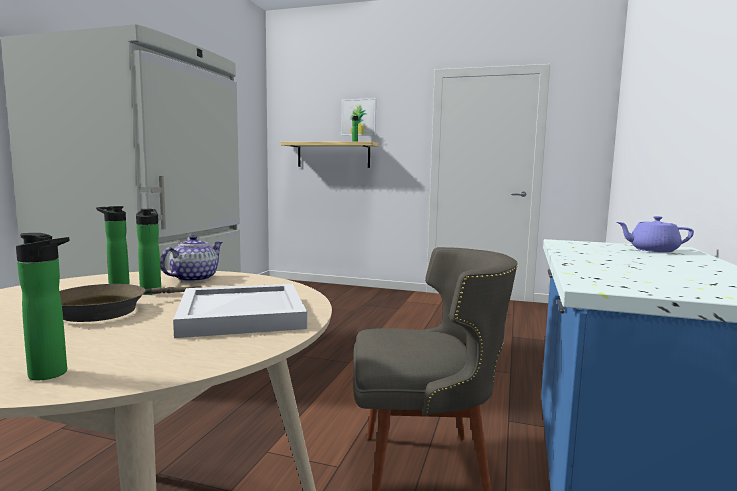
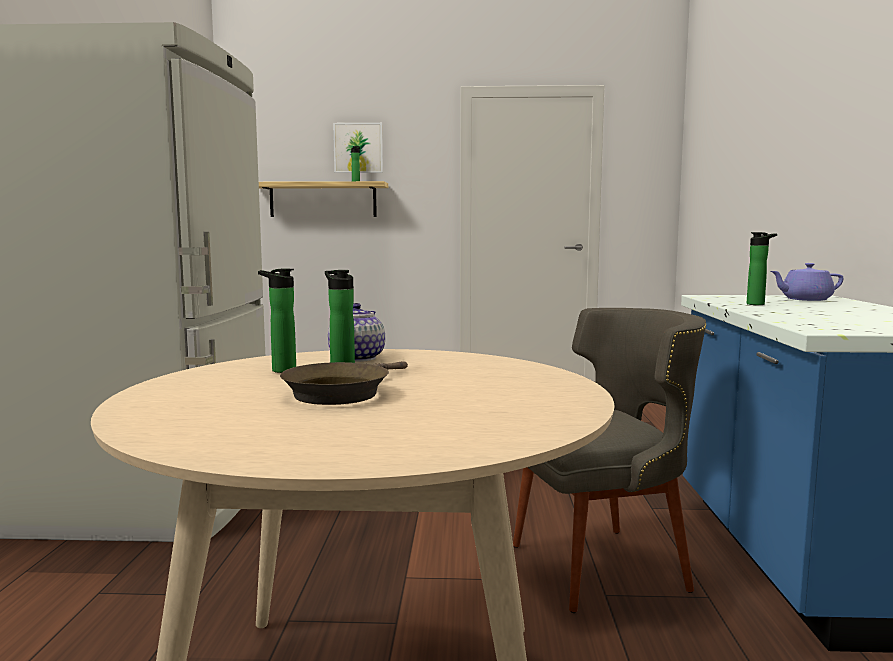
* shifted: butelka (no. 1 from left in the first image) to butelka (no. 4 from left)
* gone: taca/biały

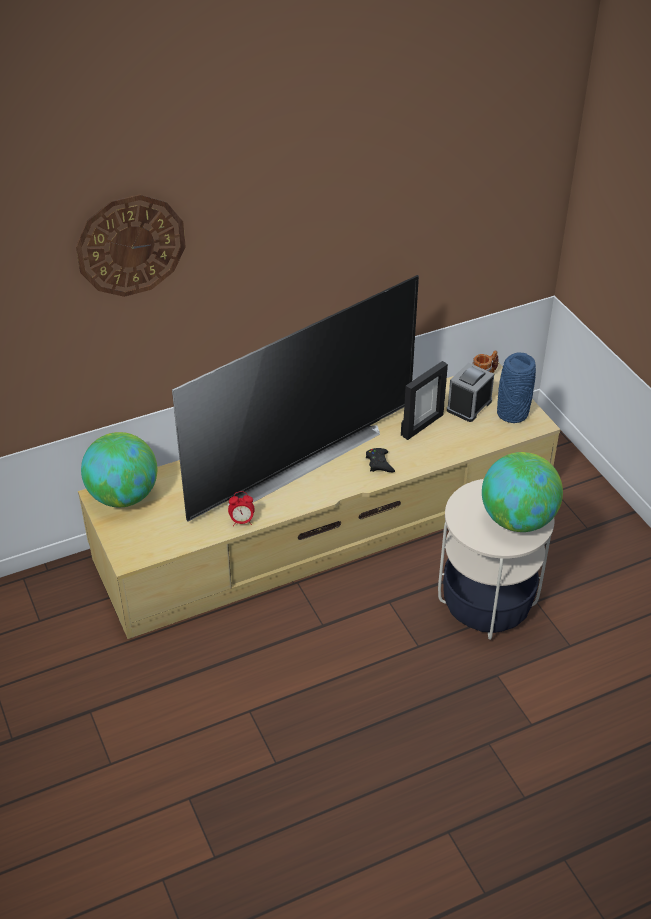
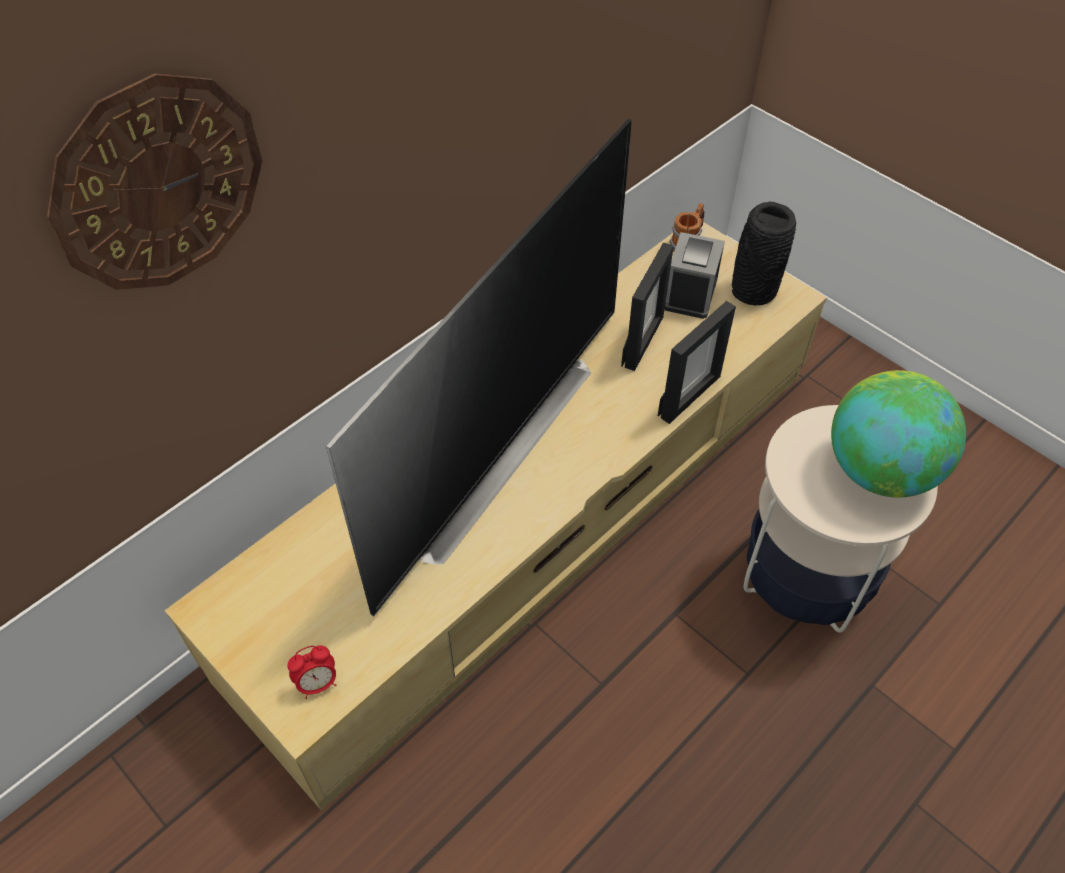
* repainted: wazon/niebieski to wazon/czarny
* gone: globus (no. 1 from left)
* gone: pad do gier/czarny
* shifted: budzik (no. 1 from left)
* new: ramka na zdjęcie (no. 2 from left)

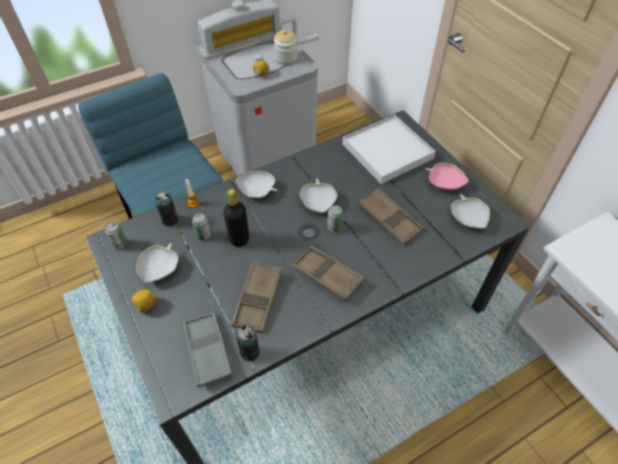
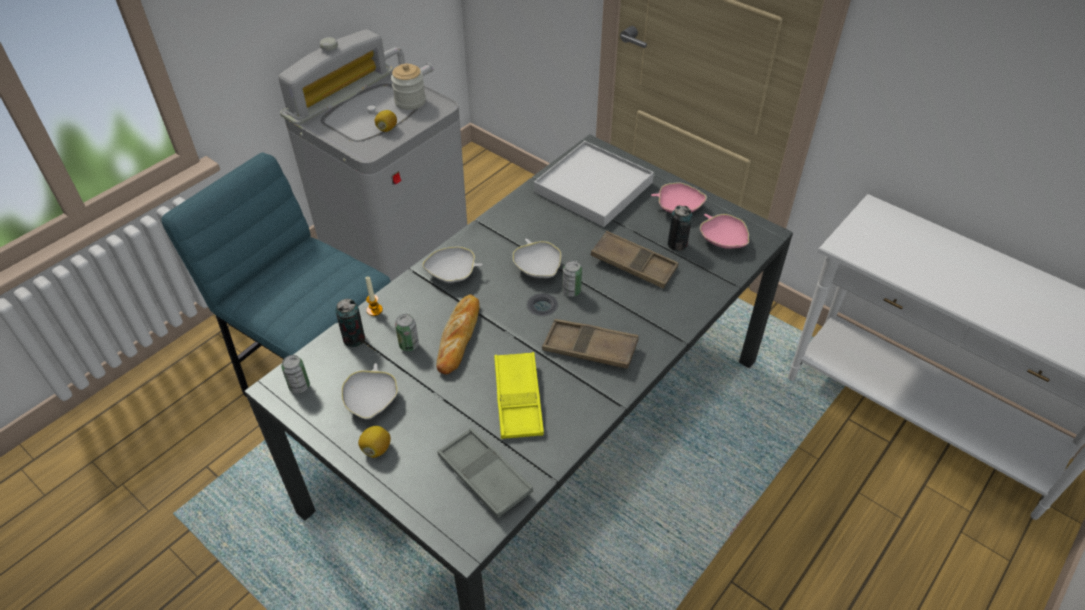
* swapped: butelka/czarny to chleb
* repainted: miska/biały (no. 4 from left) to miska/różowy (no. 2 from left)
* repainted: taca/brązowy (no. 1 from left) to taca/żółty
* shifted: puszka (no. 4 from left in the first image) to puszka (no. 5 from left)

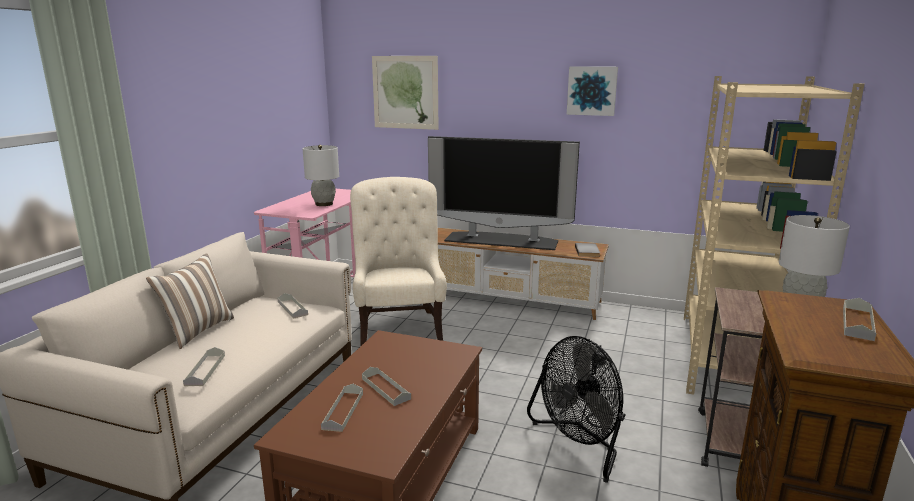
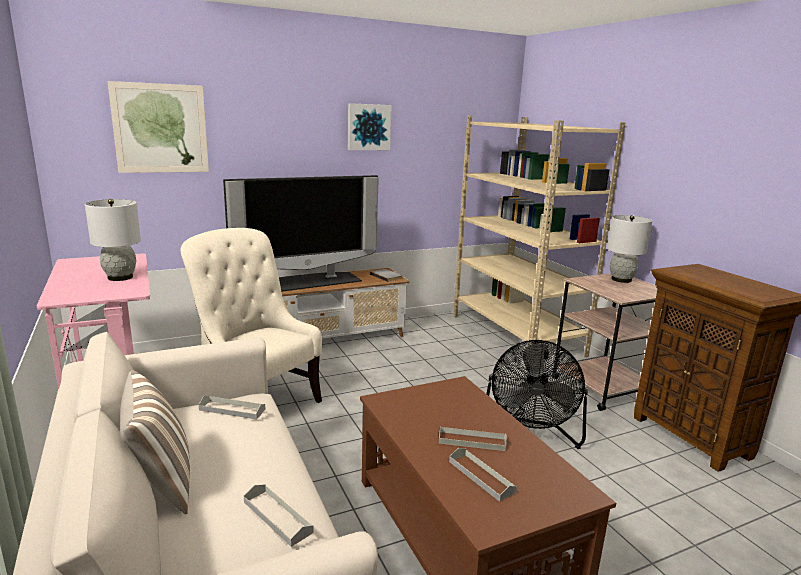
* gone: taca/szary (no. 5 from left)

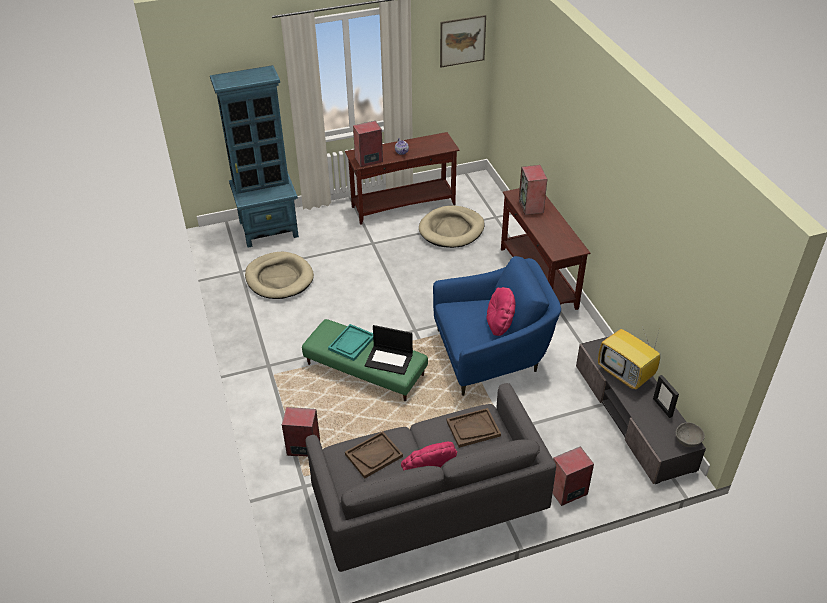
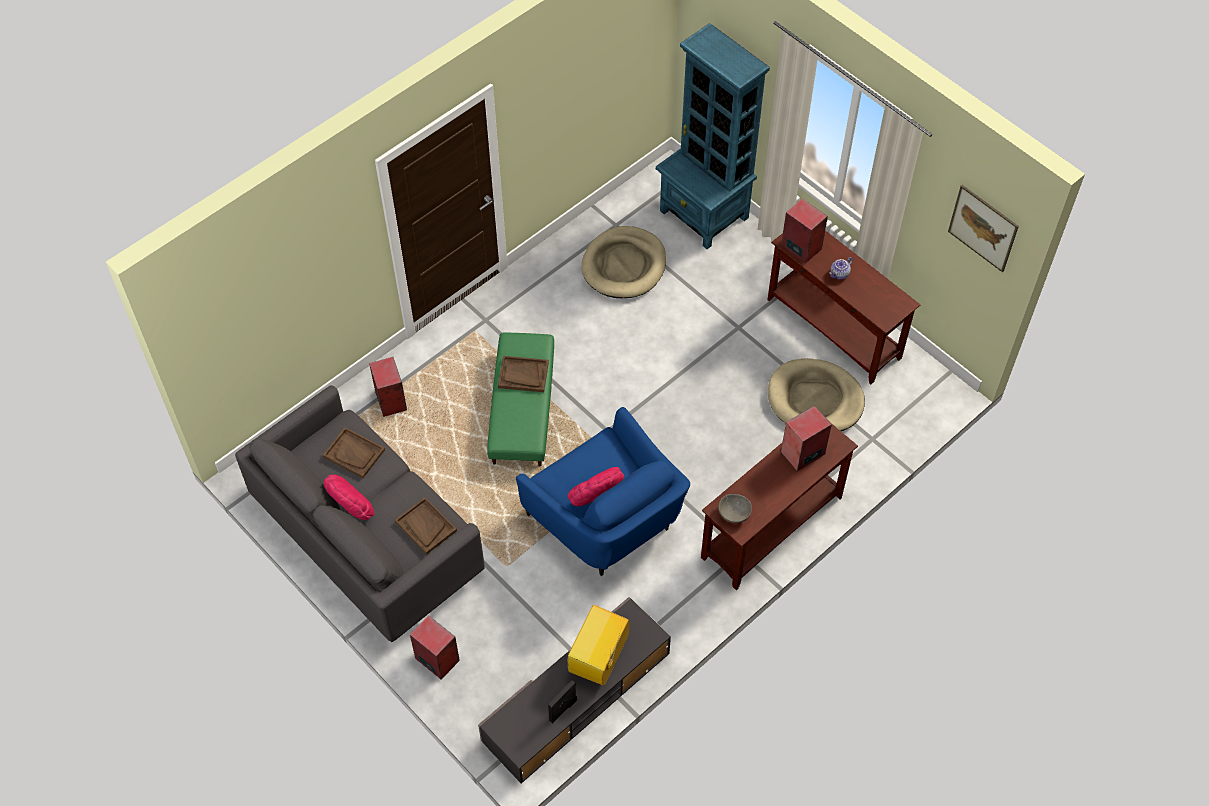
* repainted: taca/turkusowy to taca/brązowy (no. 3 from left)
* gone: laptop
* shifted: miska/szary

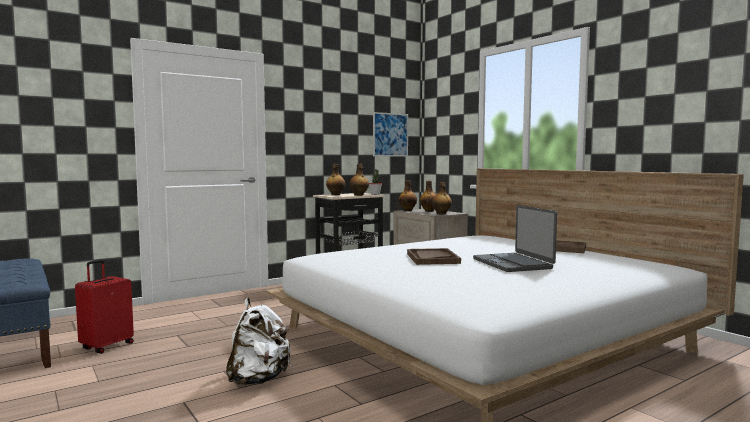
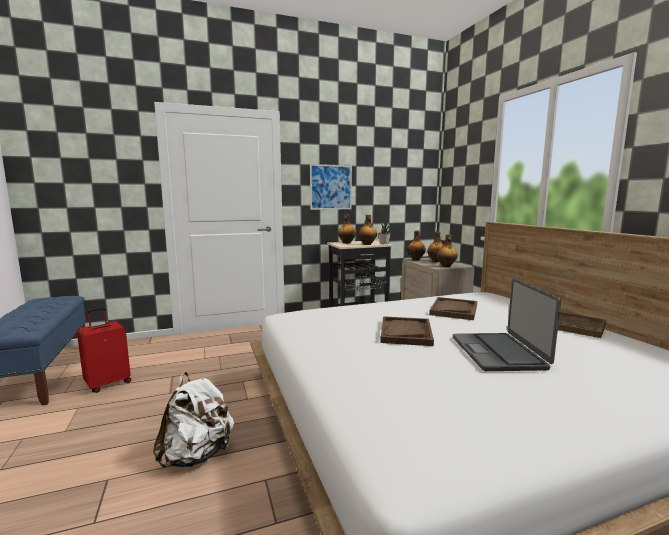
* shifted: obraz
* new: taca/brązowy (no. 2 from left)

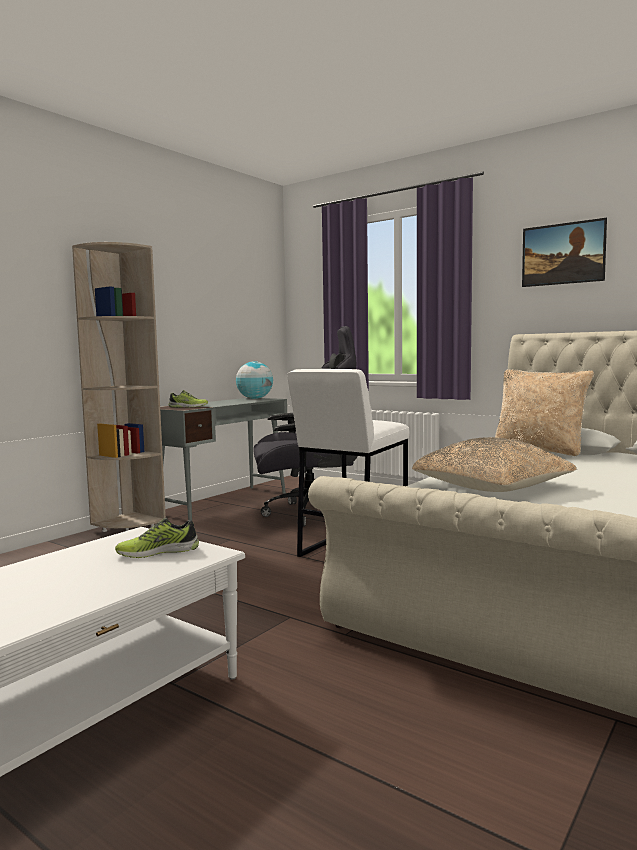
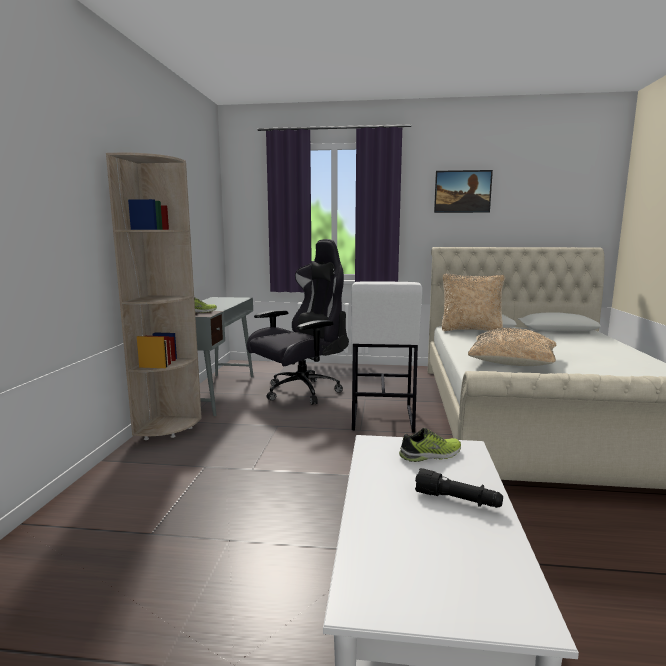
* gone: globus
* rotated: but (no. 1 from left in the first image) 150 degrees counterclockwise
* new: latarka/czarny

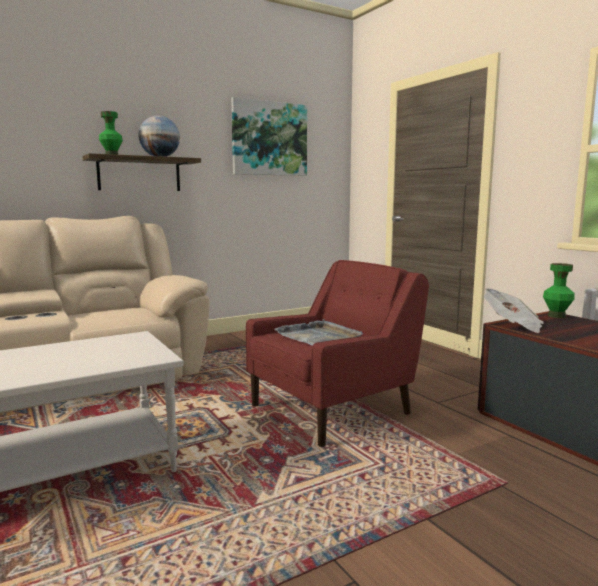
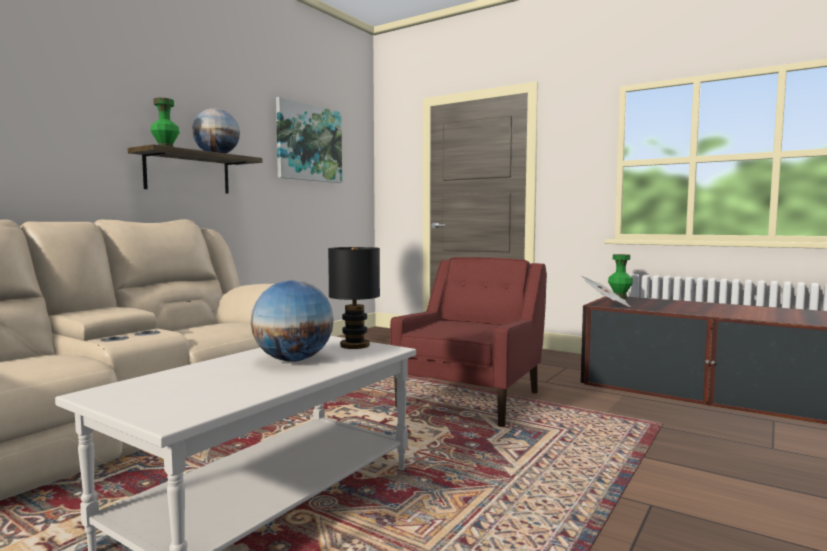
* gone: taca/szary
* new: lampa stołowa/czarny
* new: globus (no. 2 from left)

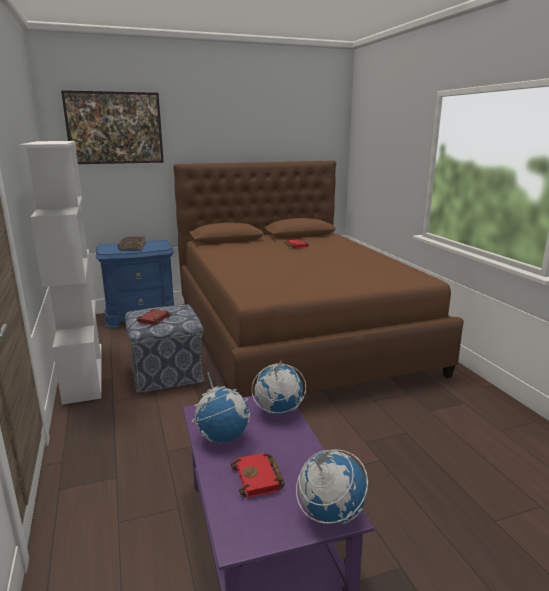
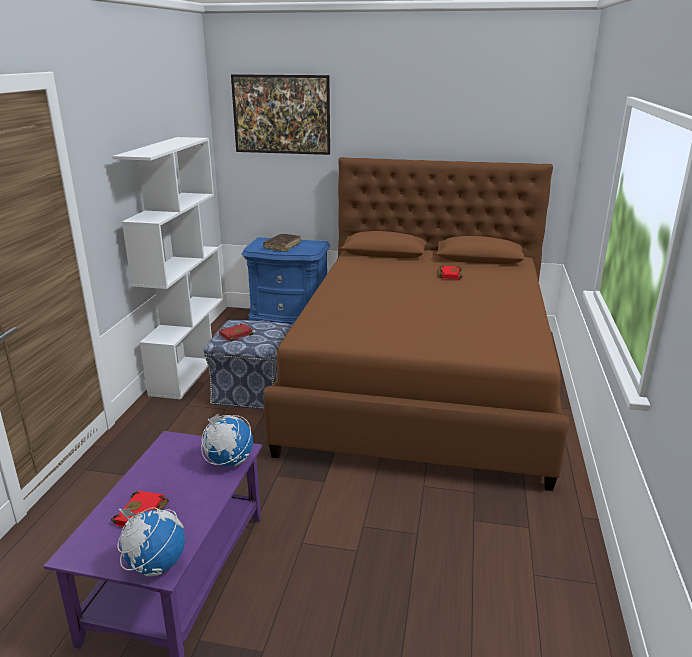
* gone: globus (no. 1 from left)

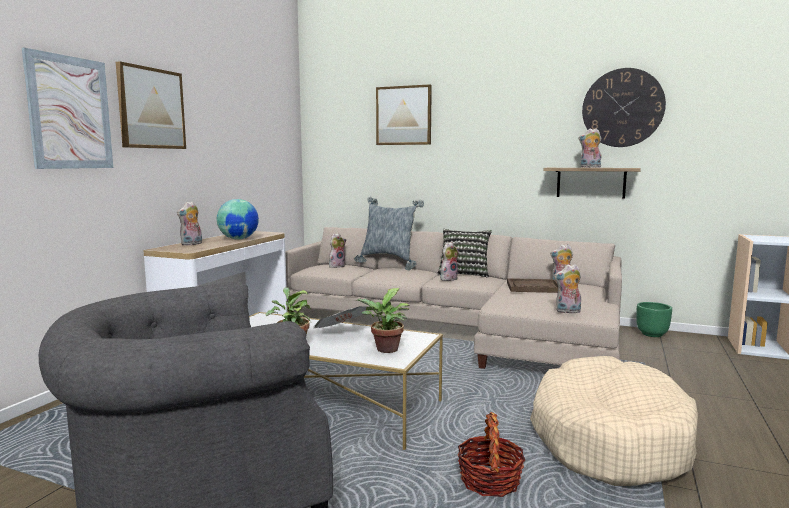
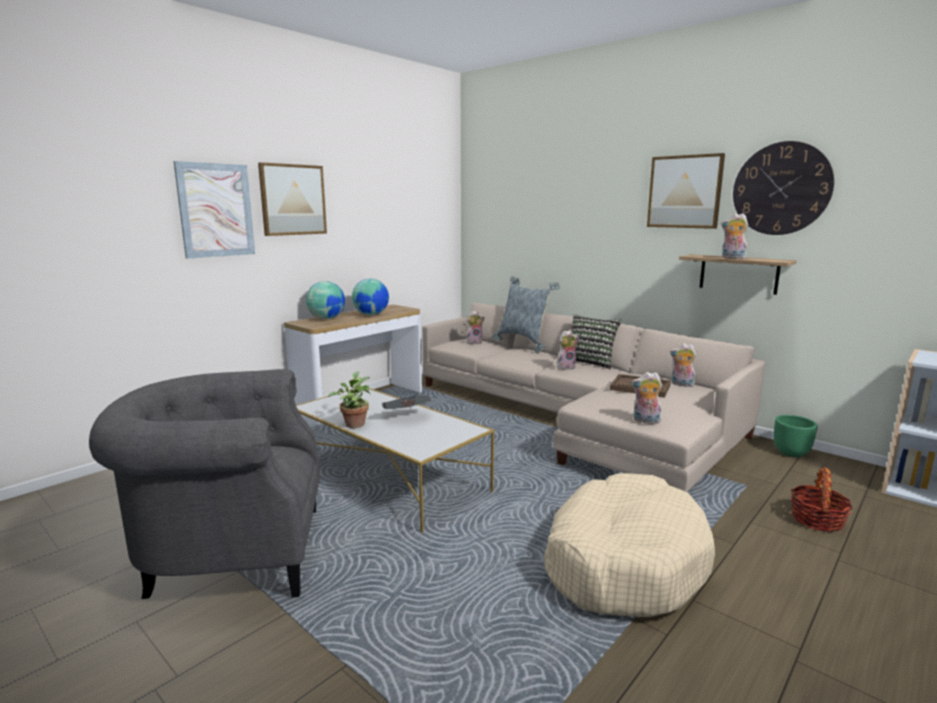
* shifted: obraz (no. 3 from left)
* swapped: pluszak (no. 1 from left) to globus (no. 1 from left)
* gone: roślina doniczkowa (no. 2 from left)
* shifted: koszyk

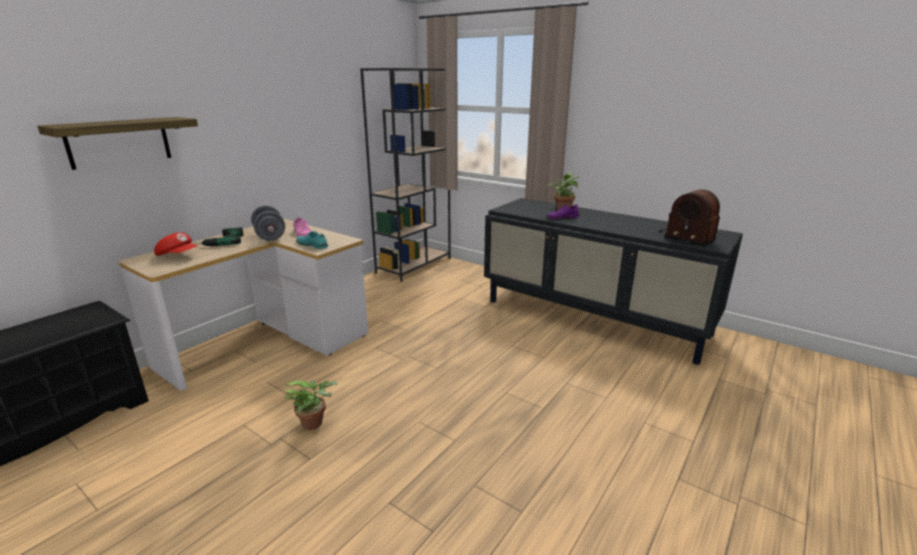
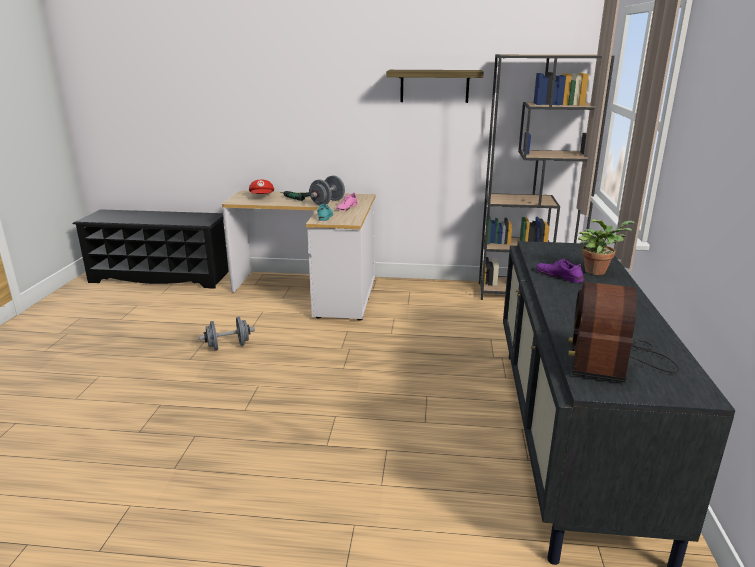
* shifted: półka
* swapped: roślina doniczkowa (no. 1 from left) to hantel/szary (no. 1 from left)

